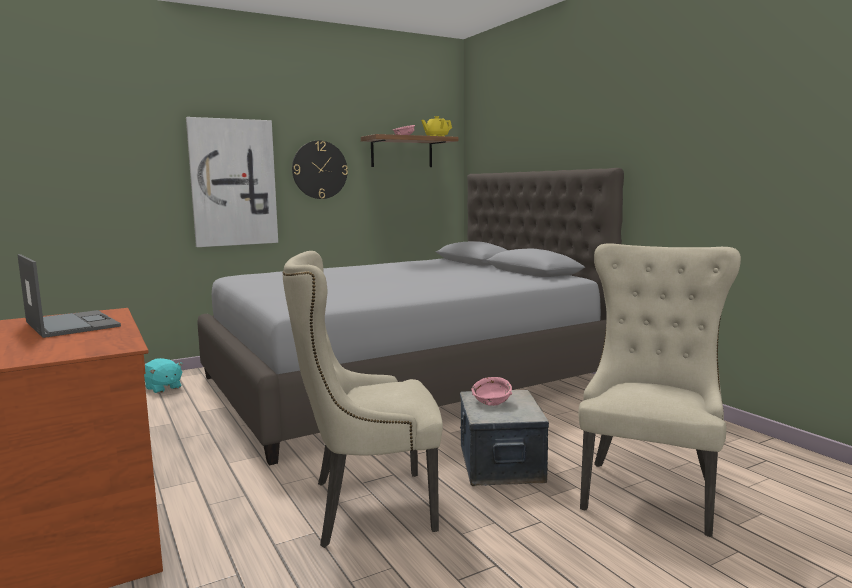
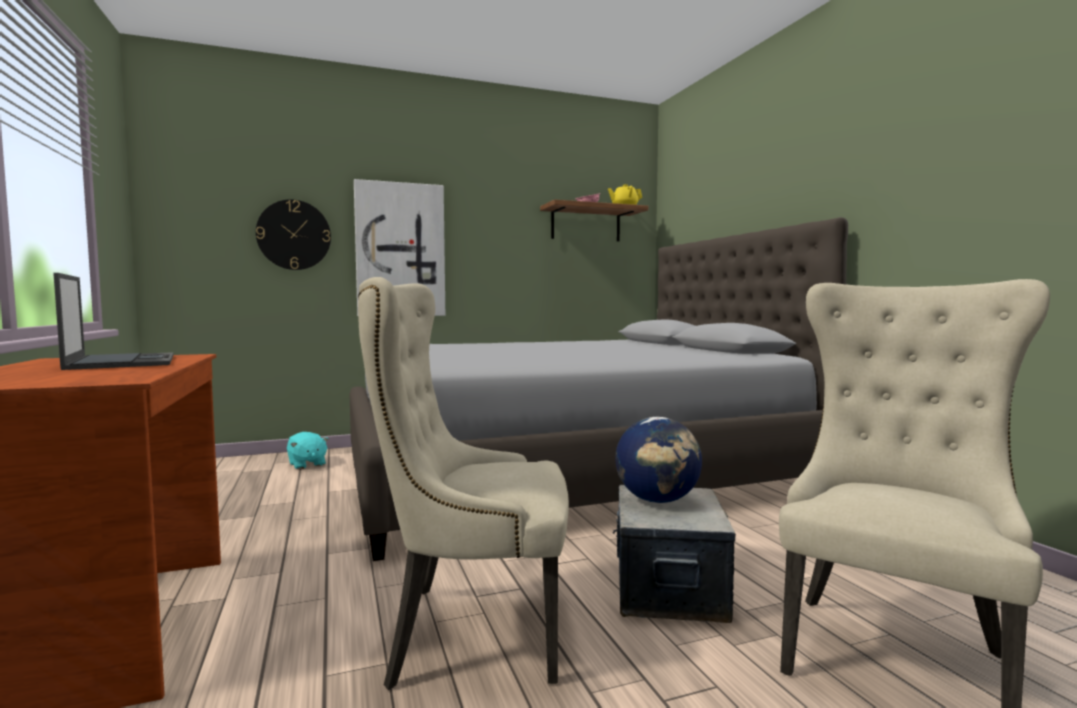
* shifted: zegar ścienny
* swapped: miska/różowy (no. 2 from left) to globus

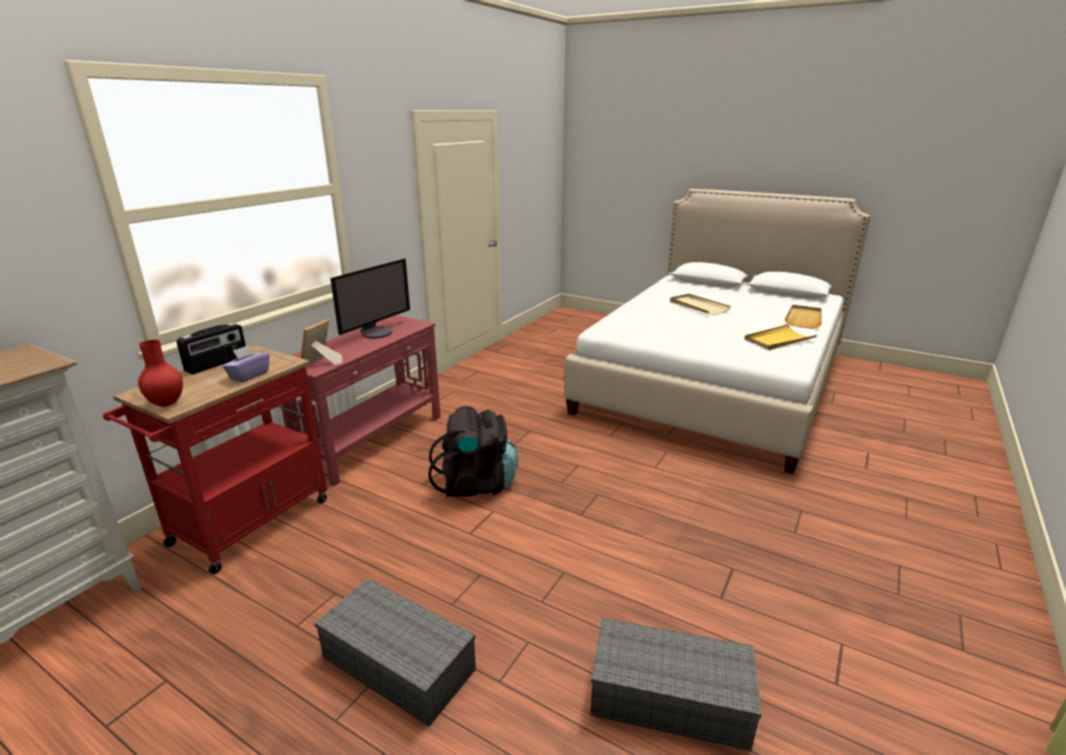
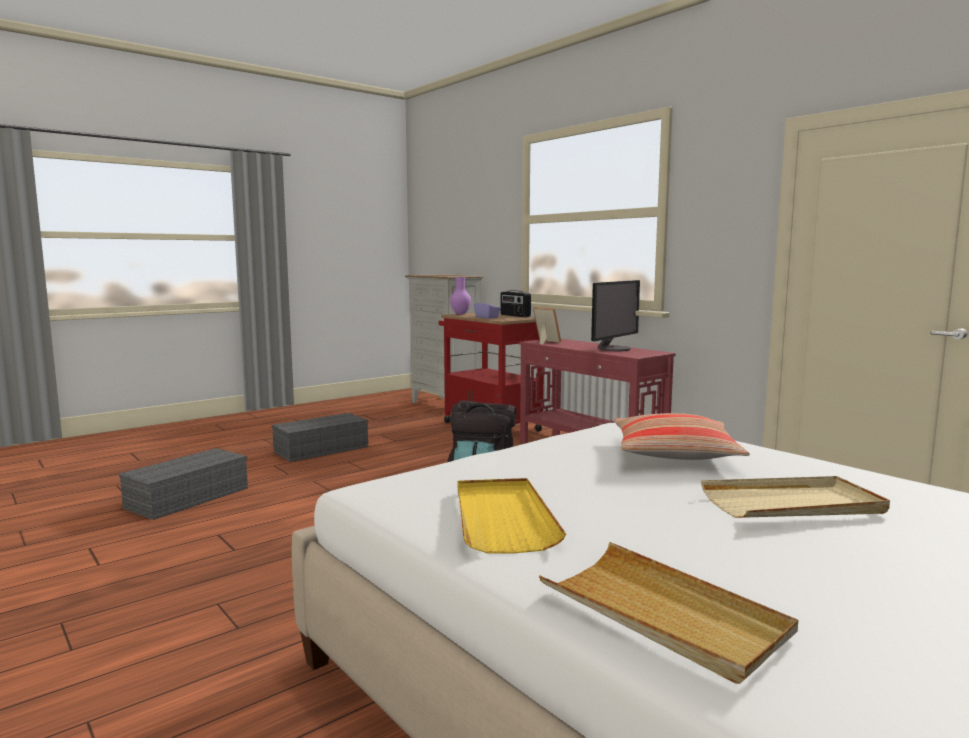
* rotated: monitor 105 degrees counterclockwise
* repainted: wazon/czerwony to wazon/fioletowy
* new: poduszka

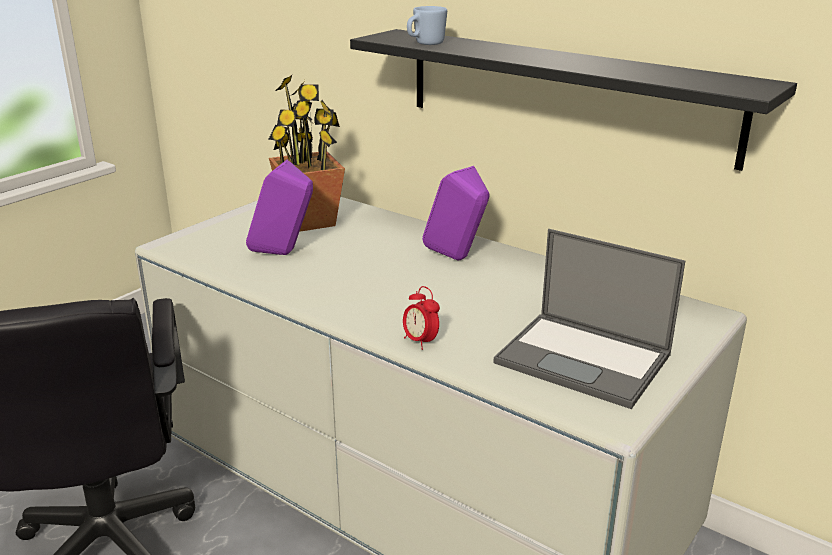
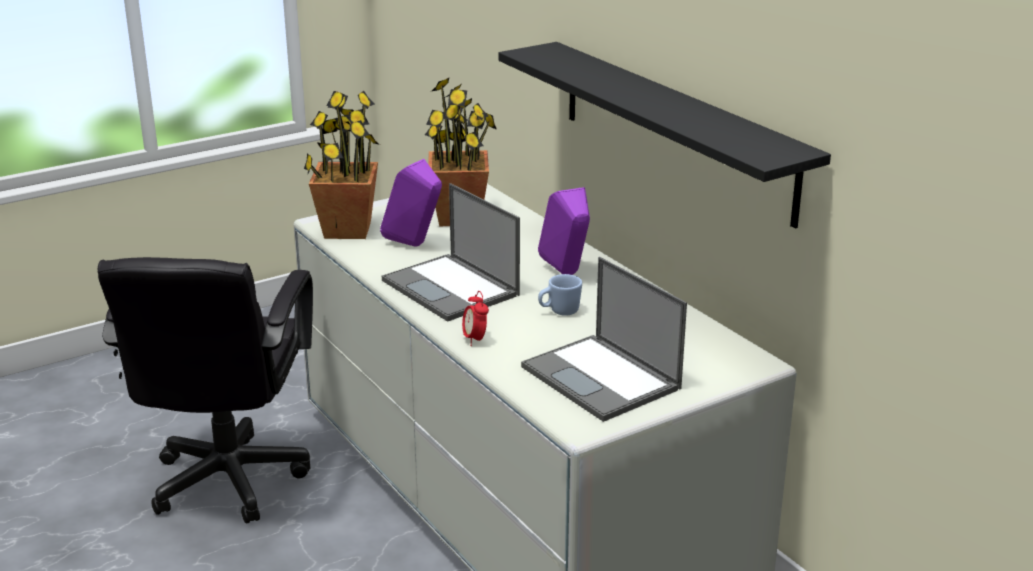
* shifted: kubek/niebieski
* new: roślina doniczkowa (no. 1 from left)
* new: laptop (no. 1 from left)

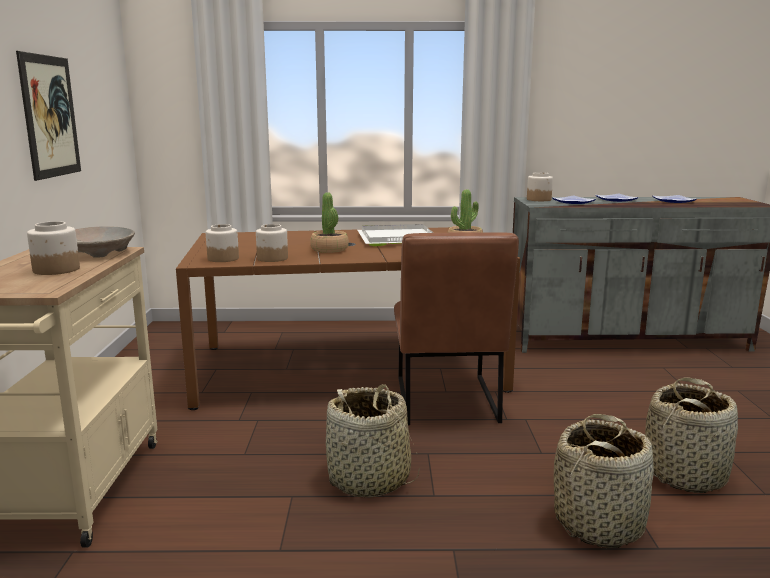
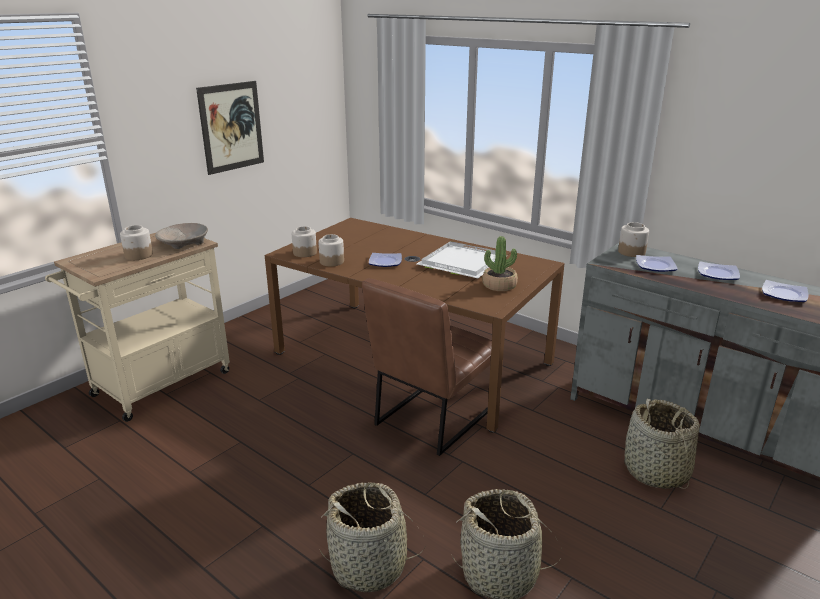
* swapped: roślina doniczkowa (no. 1 from left) to talerz (no. 1 from left)
* shifted: koszyk (no. 1 from left in the first image) to koszyk (no. 3 from left)

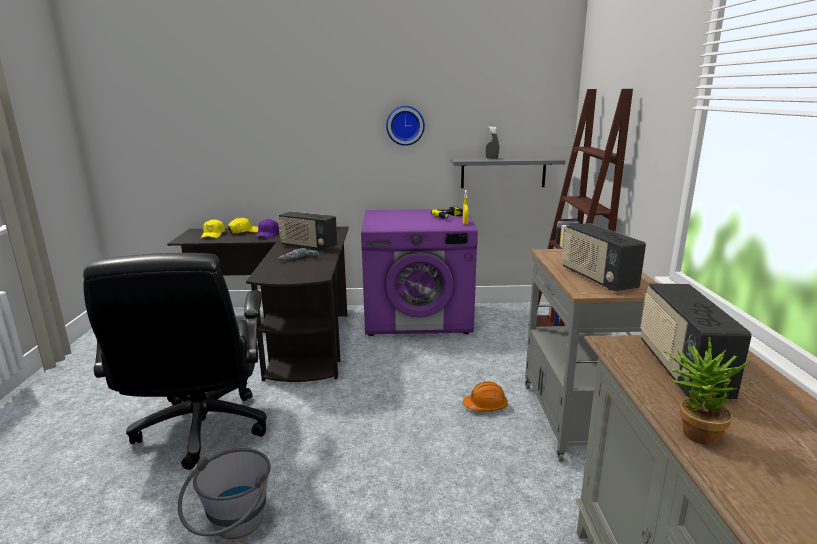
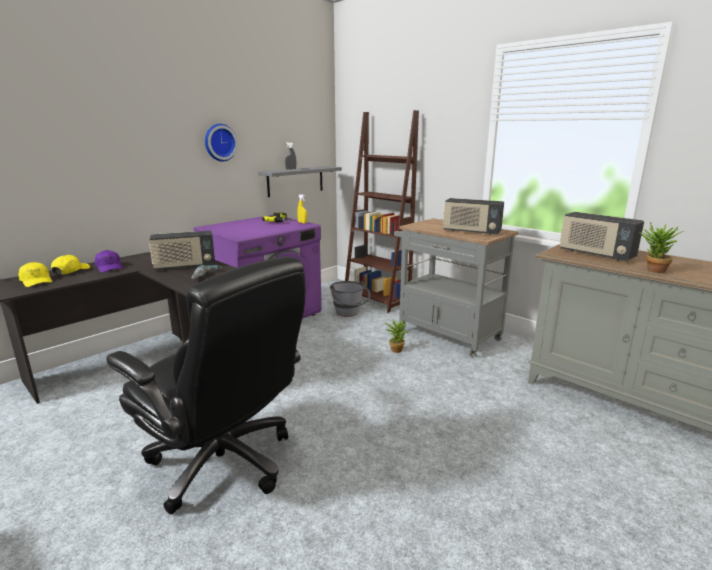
* swapped: kask/pomarańczowy to roślina doniczkowa (no. 1 from left)
* shifted: wiadro/szary

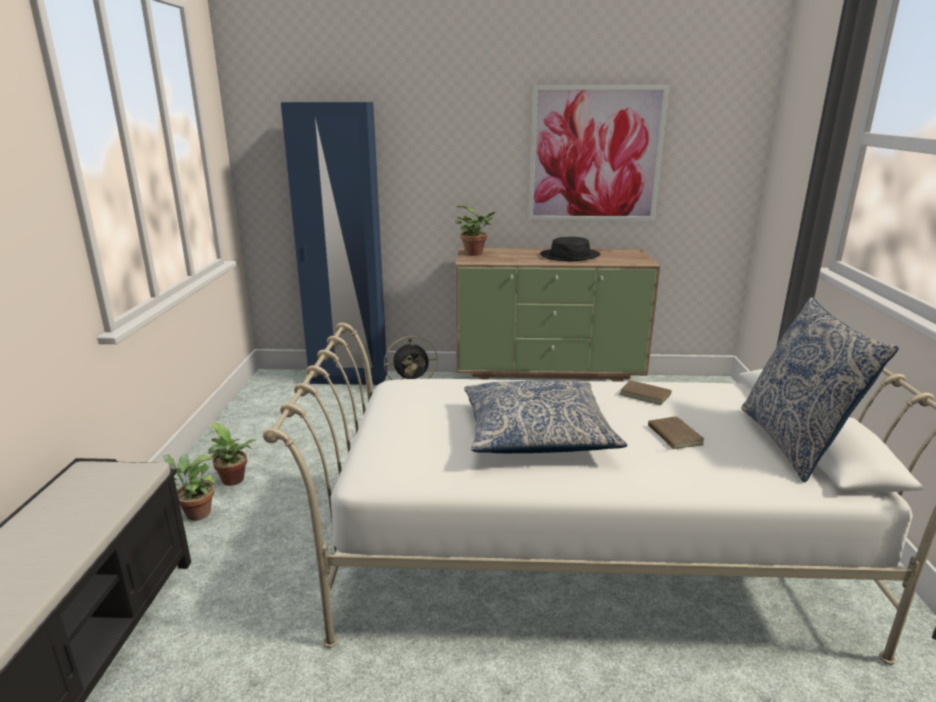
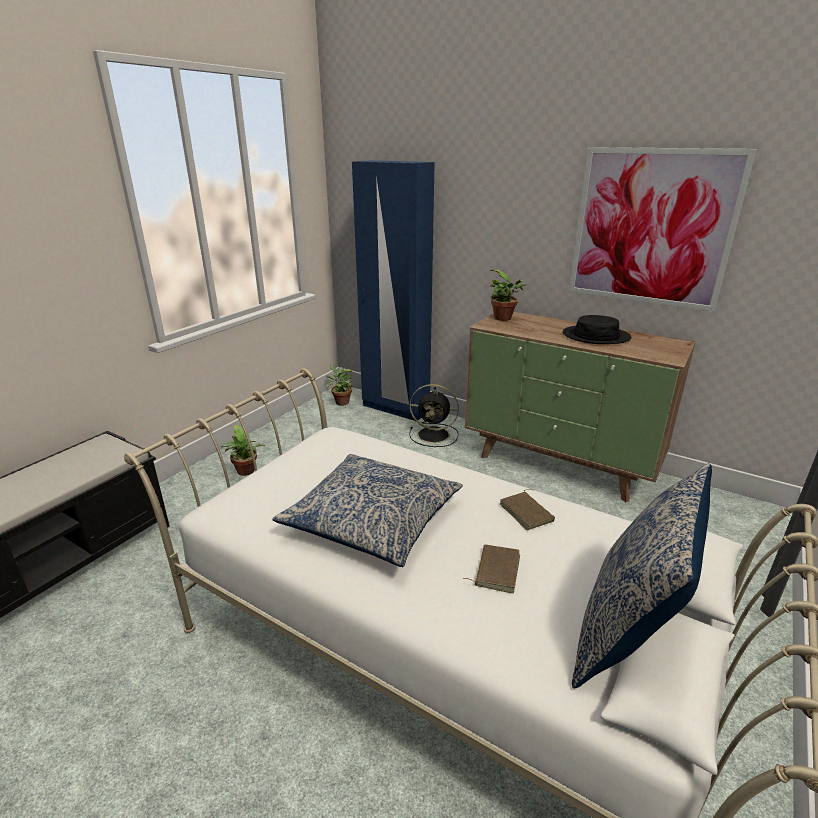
* shifted: roślina doniczkowa (no. 1 from left in the first image) to roślina doniczkowa (no. 2 from left)

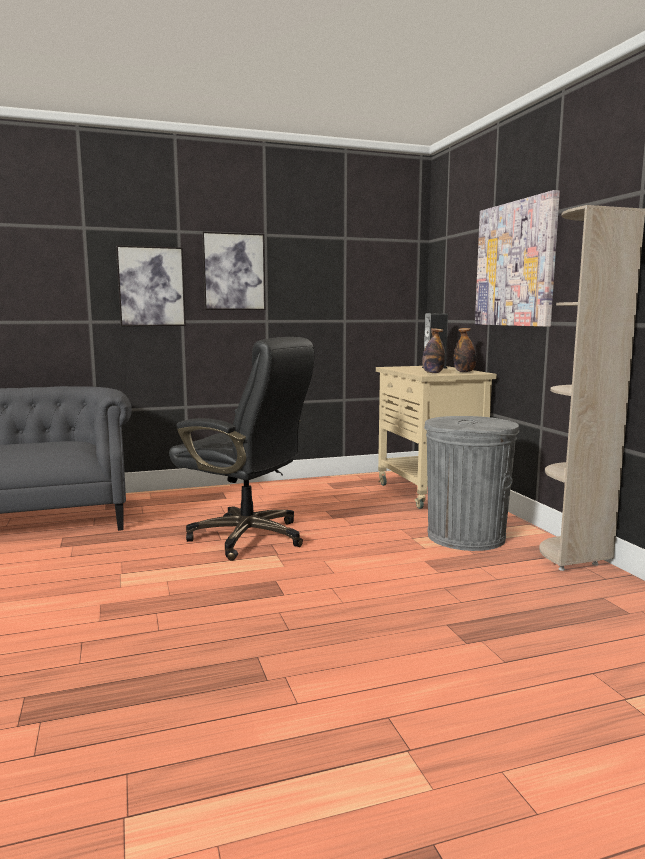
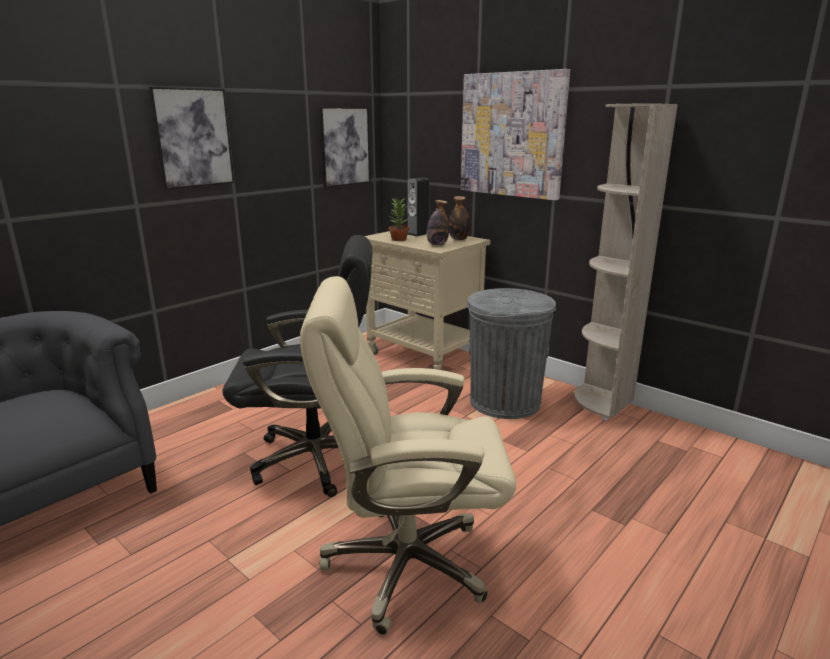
* shifted: obraz (no. 1 from left in the first image) to obraz (no. 2 from left)
* new: roślina doniczkowa
* new: krzesło biurowe/beżowy

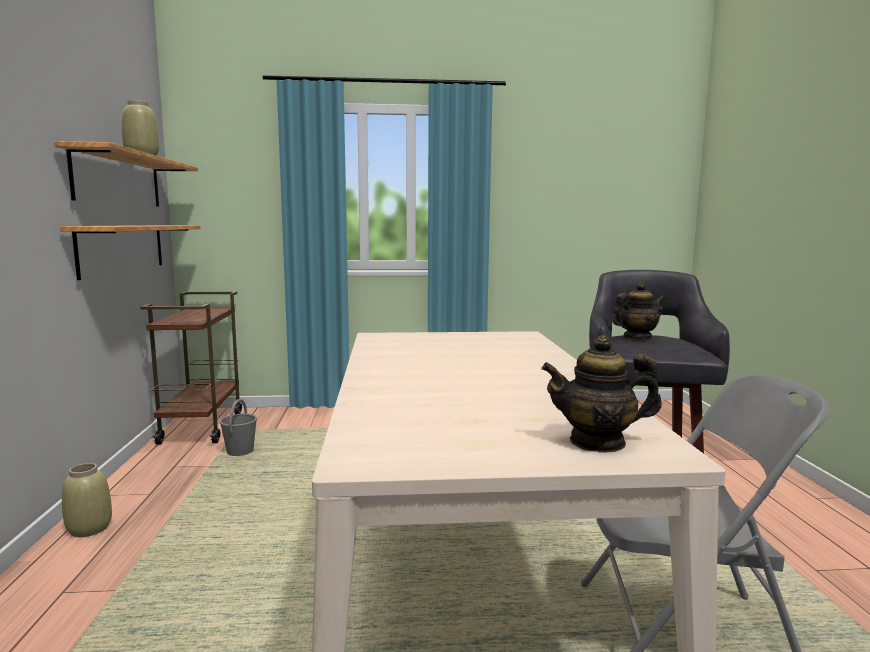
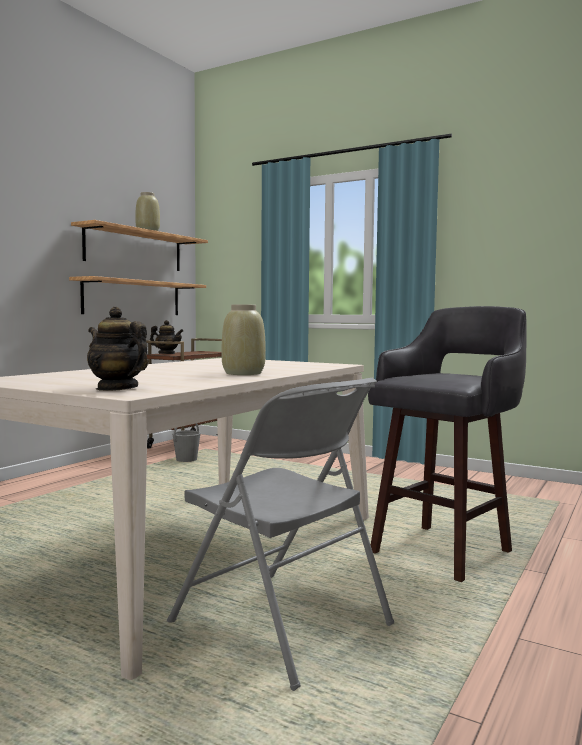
* shifted: imbryk (no. 2 from left)
* shifted: wazon/beżowy (no. 1 from left in the first image) to wazon/beżowy (no. 2 from left)

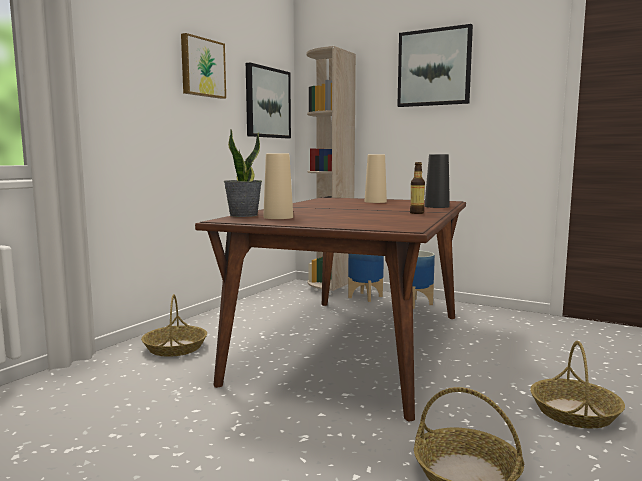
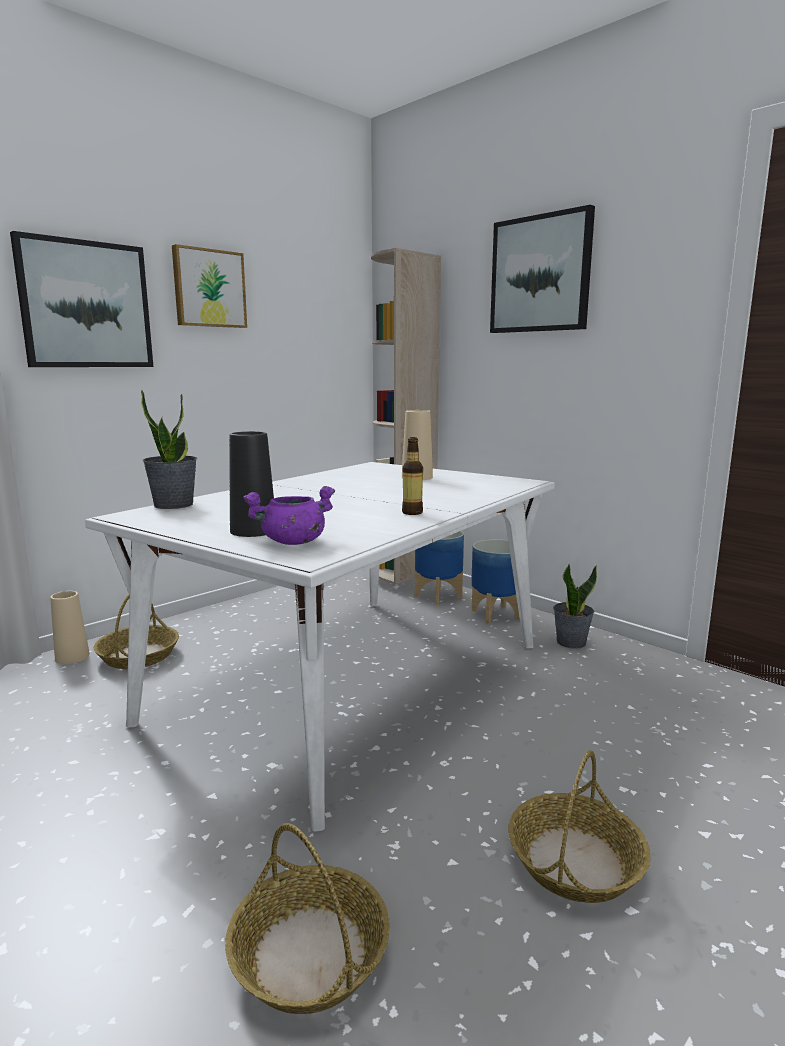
* shifted: obraz (no. 2 from left in the first image) to obraz (no. 1 from left)
* shifted: wazon/beżowy (no. 1 from left)
* shifted: wazon/czarny
* repainted: stół jadalny/brązowy to stół jadalny/biały
* new: garnek/fioletowy
* new: roślina doniczkowa (no. 2 from left)

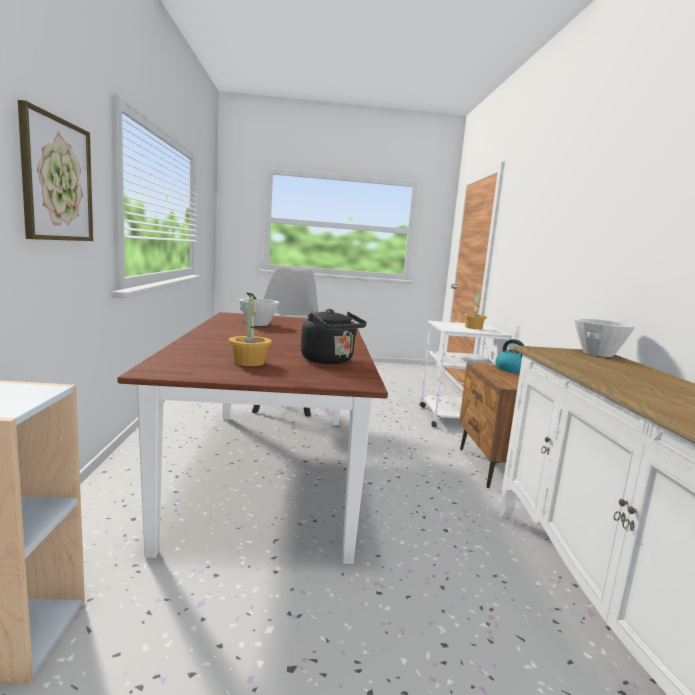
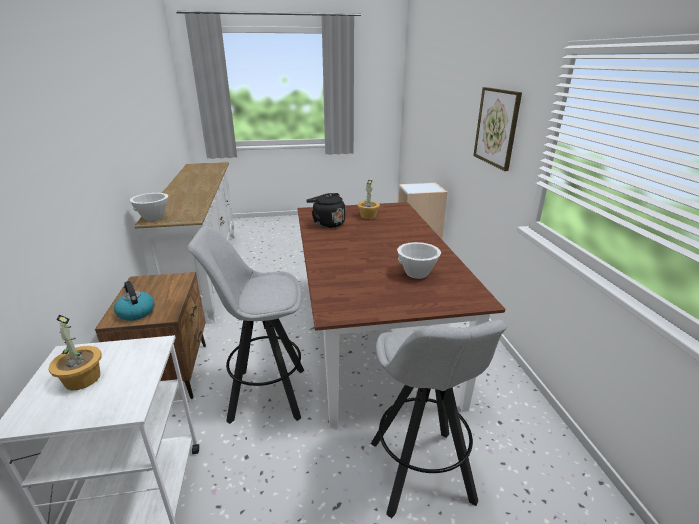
* new: stołek/szary (no. 1 from left)

